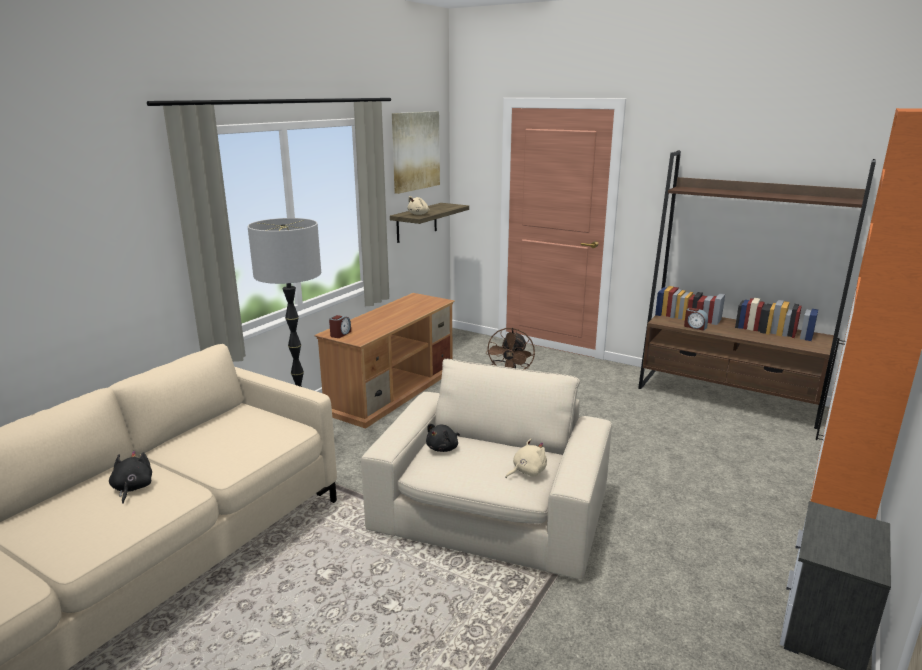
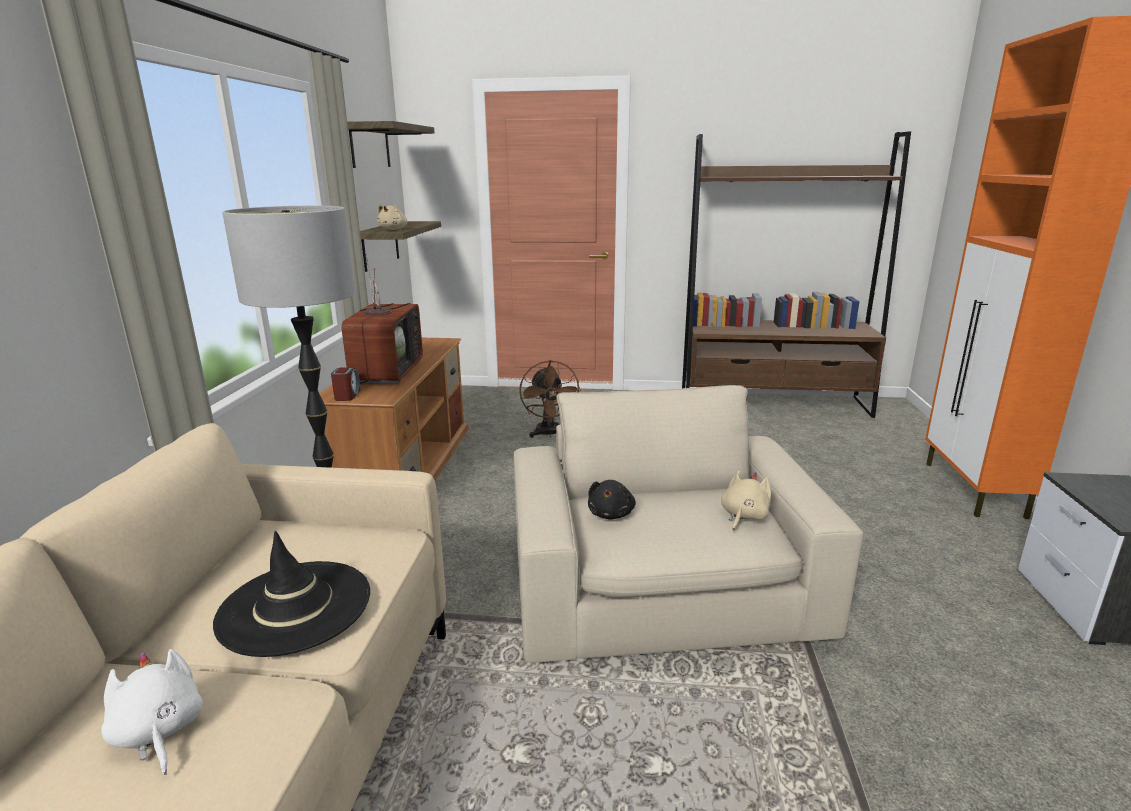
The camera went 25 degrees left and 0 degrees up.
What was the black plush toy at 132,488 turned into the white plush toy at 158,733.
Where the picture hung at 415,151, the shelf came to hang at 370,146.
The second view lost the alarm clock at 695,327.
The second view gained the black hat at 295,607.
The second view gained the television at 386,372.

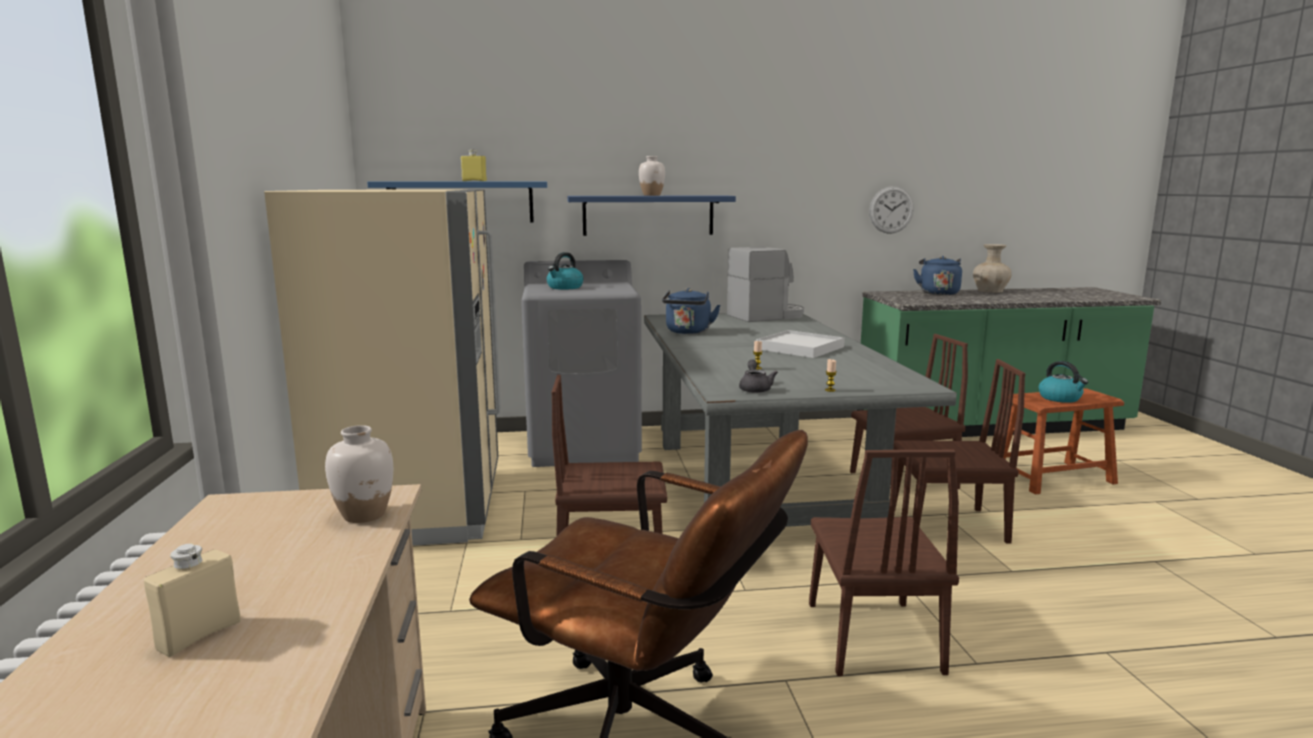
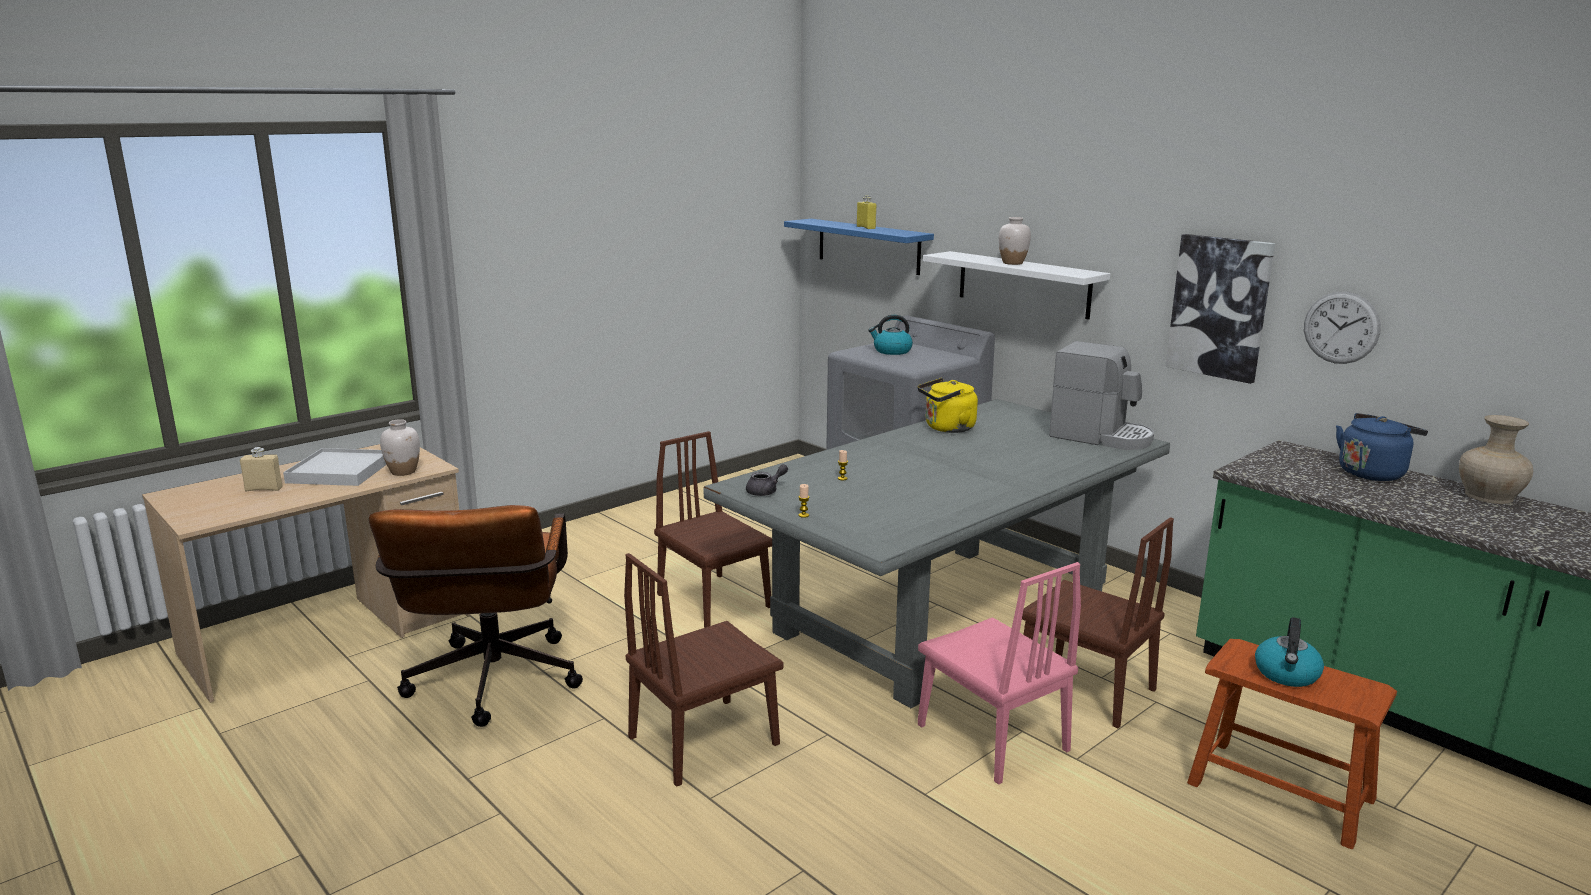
The camera went 55 degrees right and 5 degrees up.
The second view lost the beige fridge at 415,507.
What was the blue shelf at 648,215 turned into the white shelf at 1023,284.
What was the blue kettle at 688,332 turned into the yellow kettle at 947,428.
The white tray ended up elsewhere, having gone from 799,348 to 340,471.
What was the brown chair at 946,525 turned into the pink chair at 991,737.
The second view gained the picture at 1219,307.

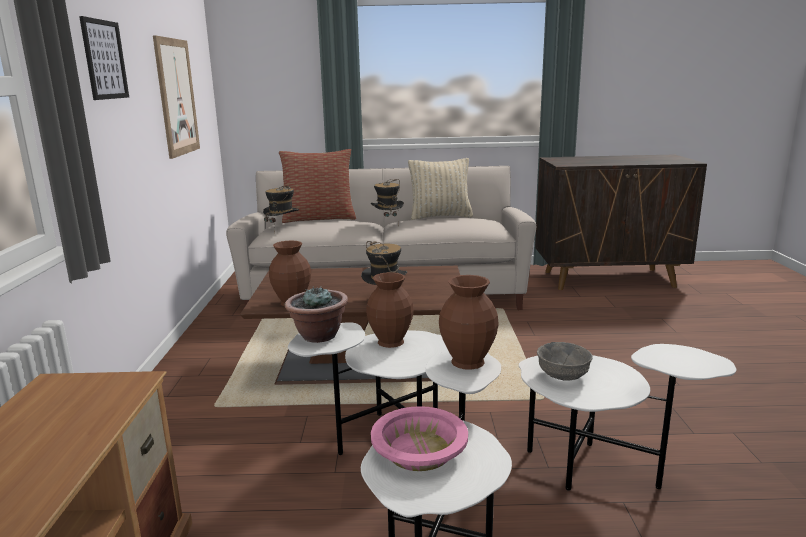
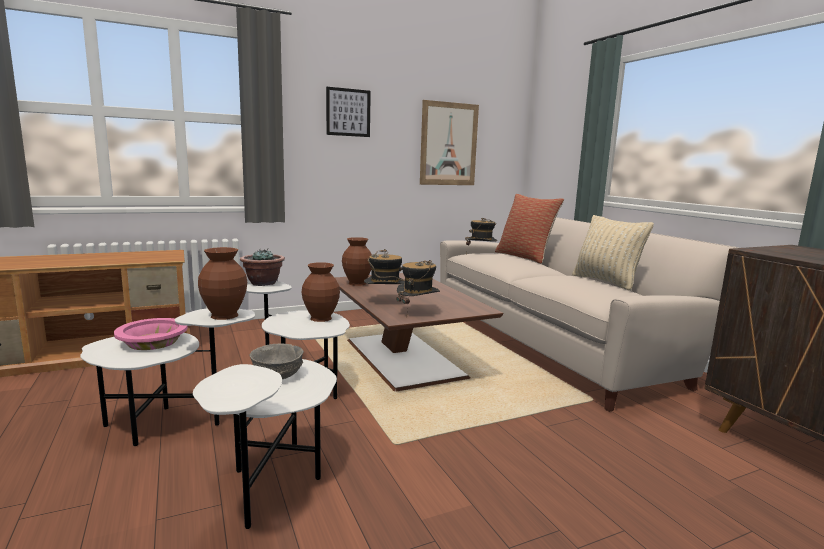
The camera went 65 degrees right and 5 degrees down.
The hat ended up elsewhere, having gone from 387,223 to 417,312.

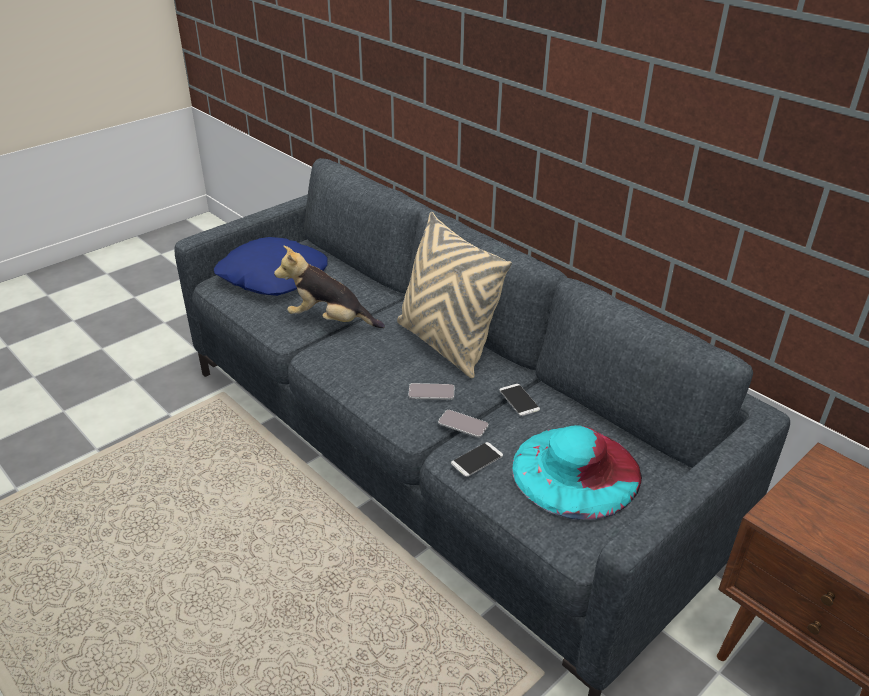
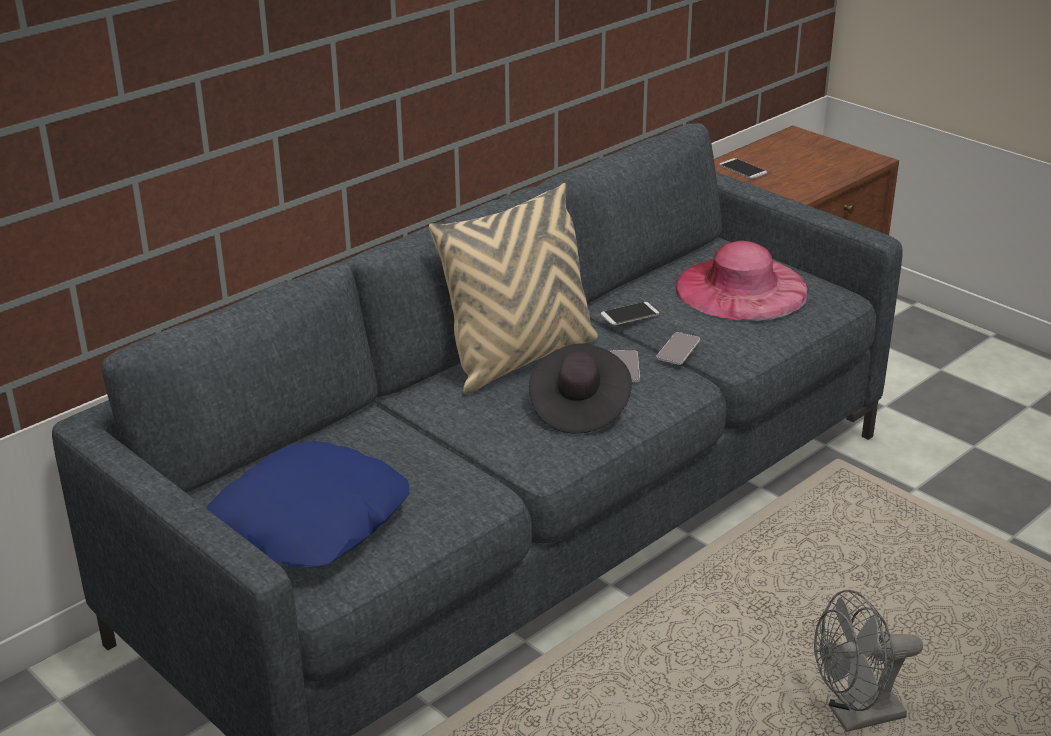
The camera went 90 degrees left and 5 degrees down.
The second view lost the plush toy at 330,321.
The phone ended up elsewhere, having gone from 477,460 to 743,169.
What was the turquoise hat at 576,470 turned into the pink hat at 741,288.
The second view gained the black hat at 578,408.
The second view gained the grey fan at 856,716.

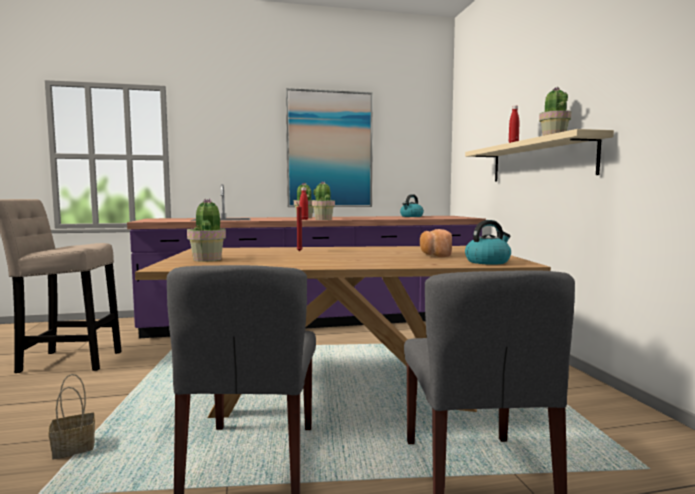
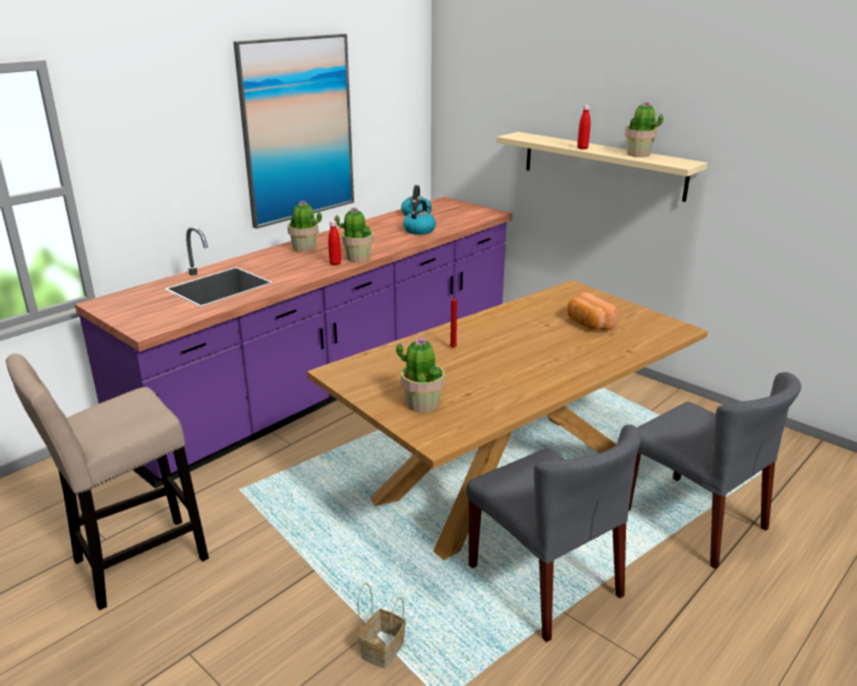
The camera went 35 degrees left and 20 degrees up.
The kettle ended up elsewhere, having gone from 488,262 to 419,230.

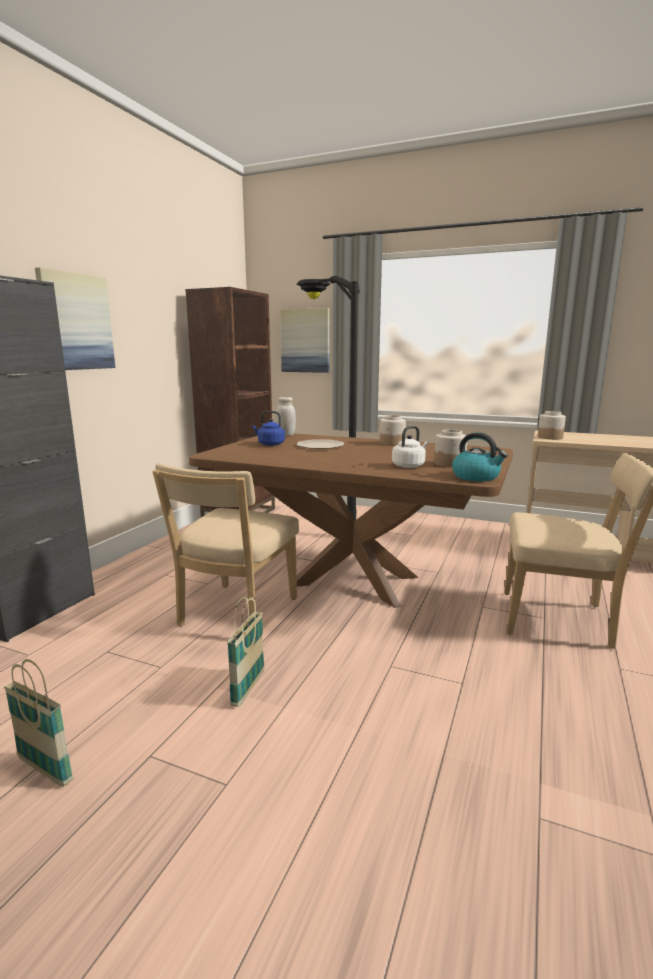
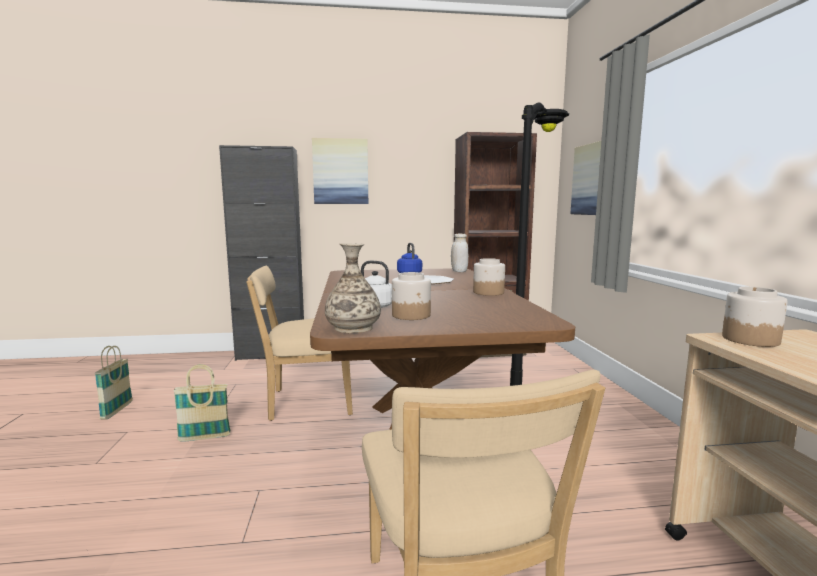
The camera went 60 degrees right and 5 degrees down.
Where the kettle stood at 476,477, the vase came to stand at 353,328.

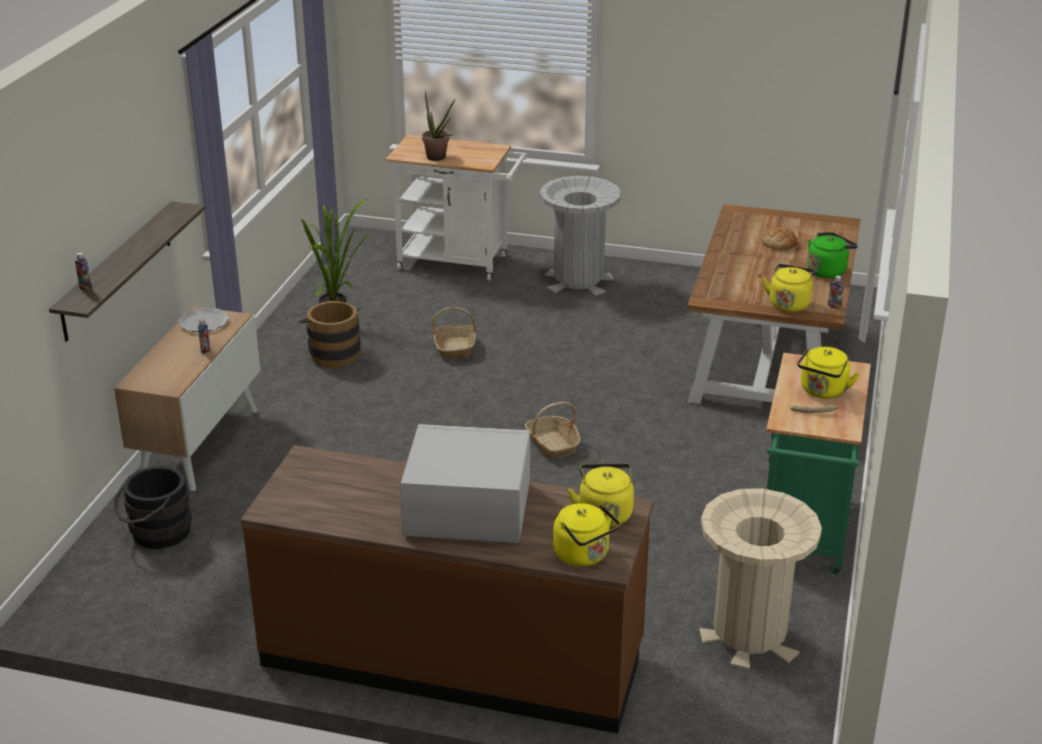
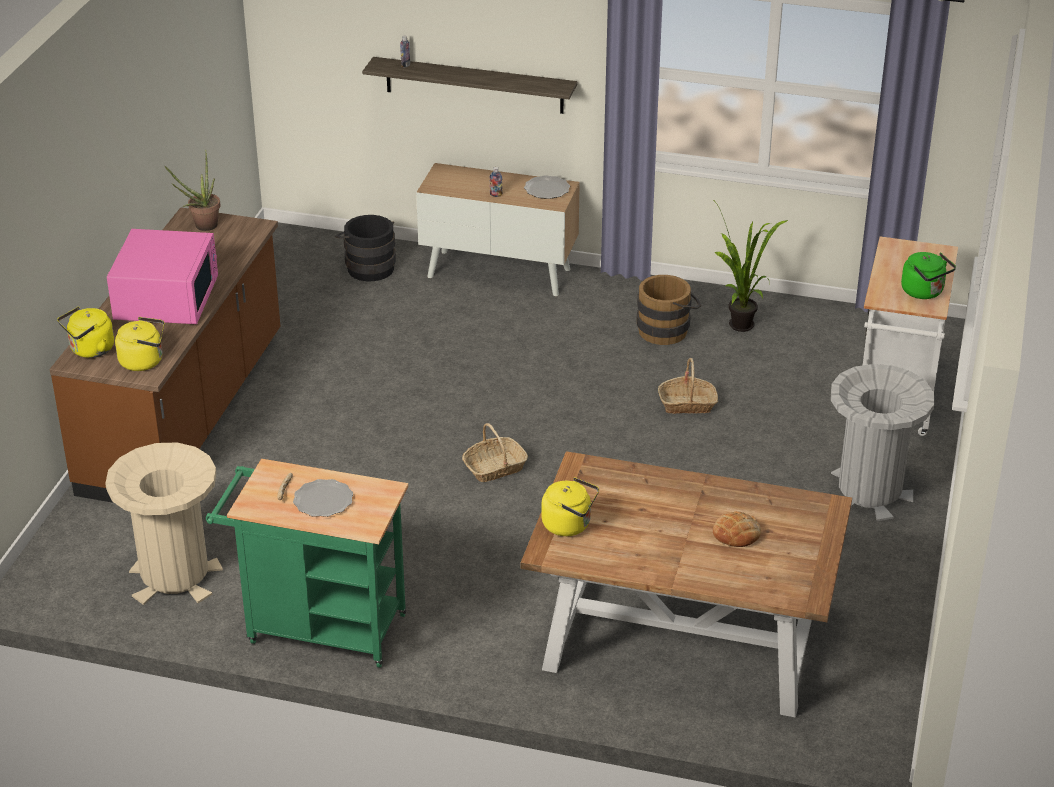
The camera went 90 degrees right and 5 degrees up.
What was the white microwave at 466,509 turned into the pink microwave at 167,298.
The potted plant ended up elsewhere, having gone from 439,158 to 202,227.
Where the yellow kettle stood at 822,391, the plate came to stand at 323,500.
The green kettle ended up elsewhere, having gone from 828,271 to 924,292.
The second view lost the bottle at 834,306.

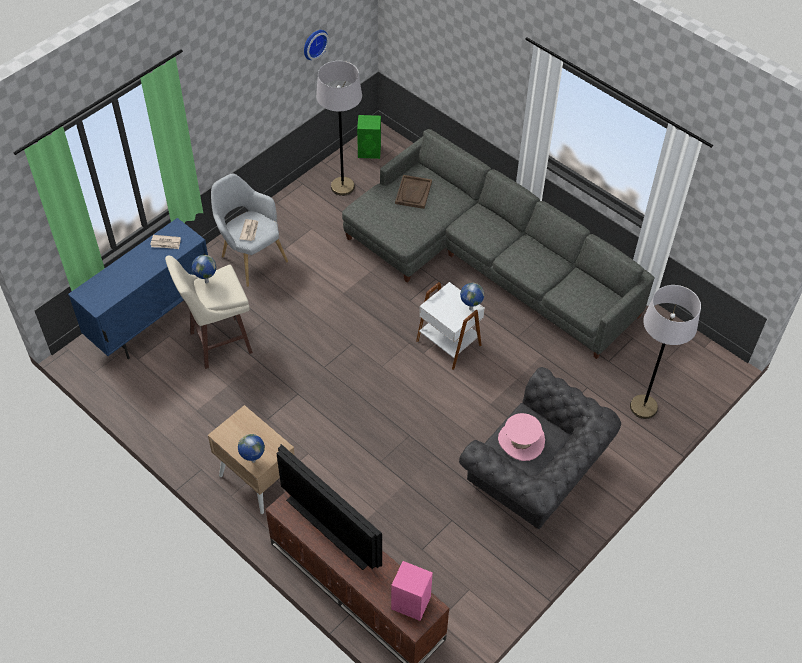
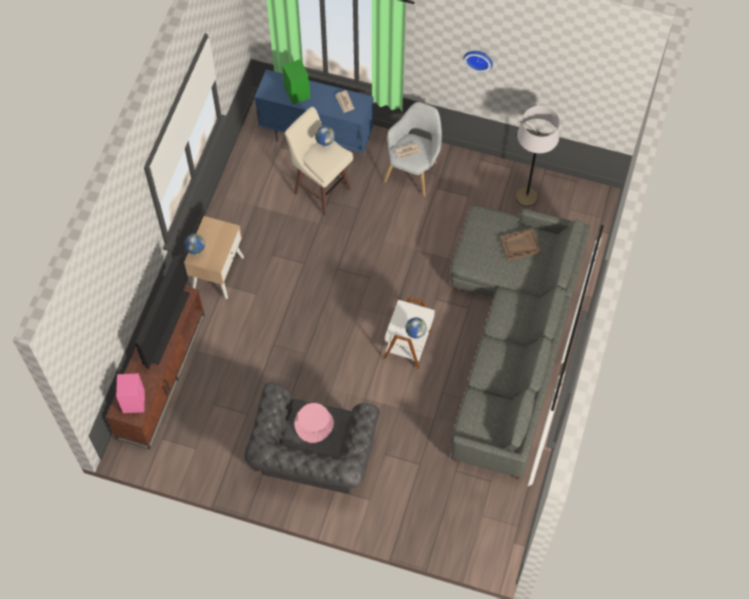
The camera went 65 degrees right and 10 degrees up.
The wall clock ended up elsewhere, having gone from 313,43 to 478,58.
The green speaker ended up elsewhere, having gone from 370,151 to 297,93.
The second view lost the grey floor lamp at 643,407.

